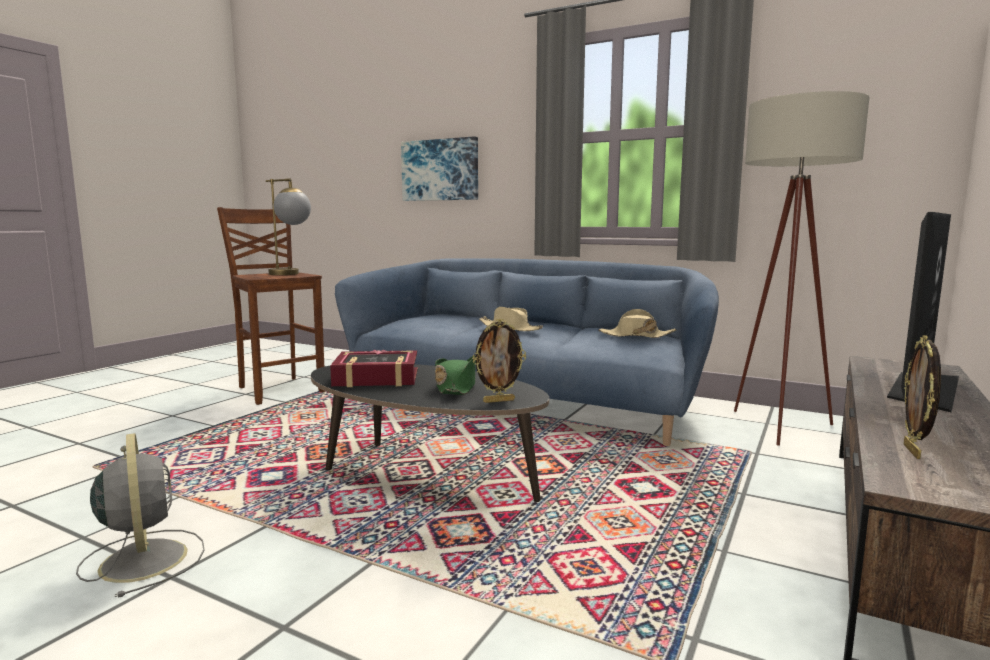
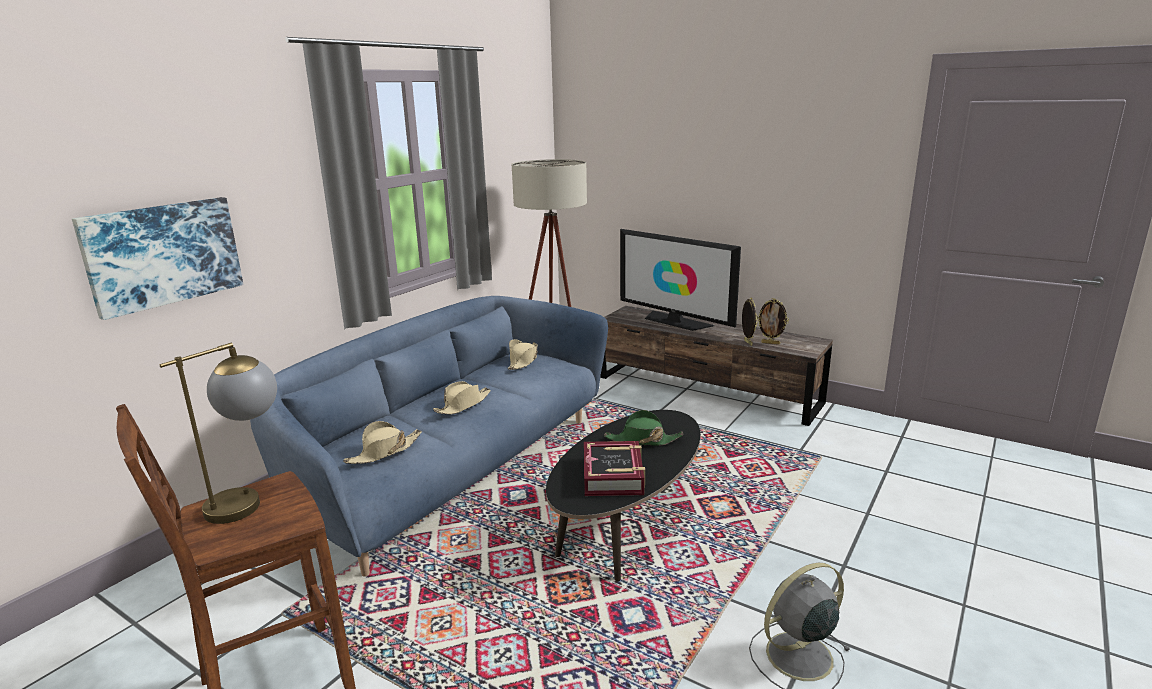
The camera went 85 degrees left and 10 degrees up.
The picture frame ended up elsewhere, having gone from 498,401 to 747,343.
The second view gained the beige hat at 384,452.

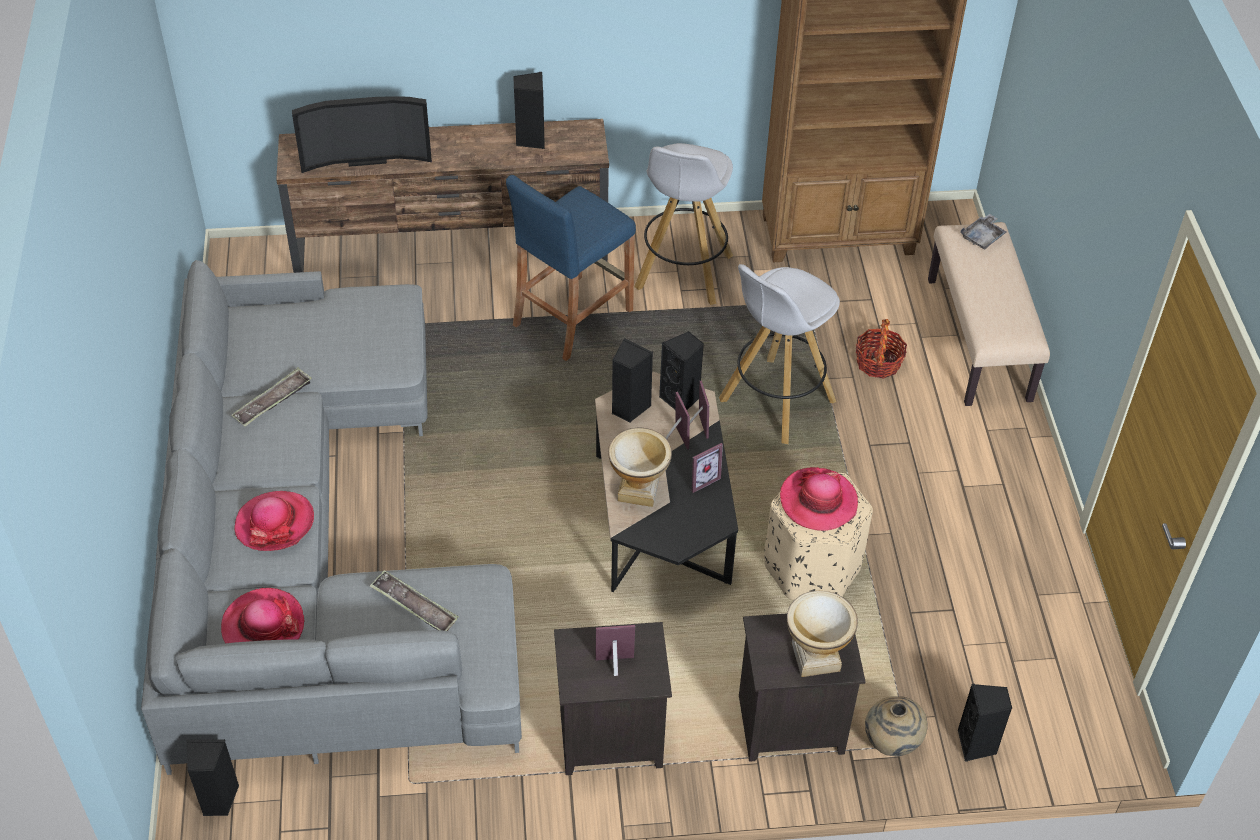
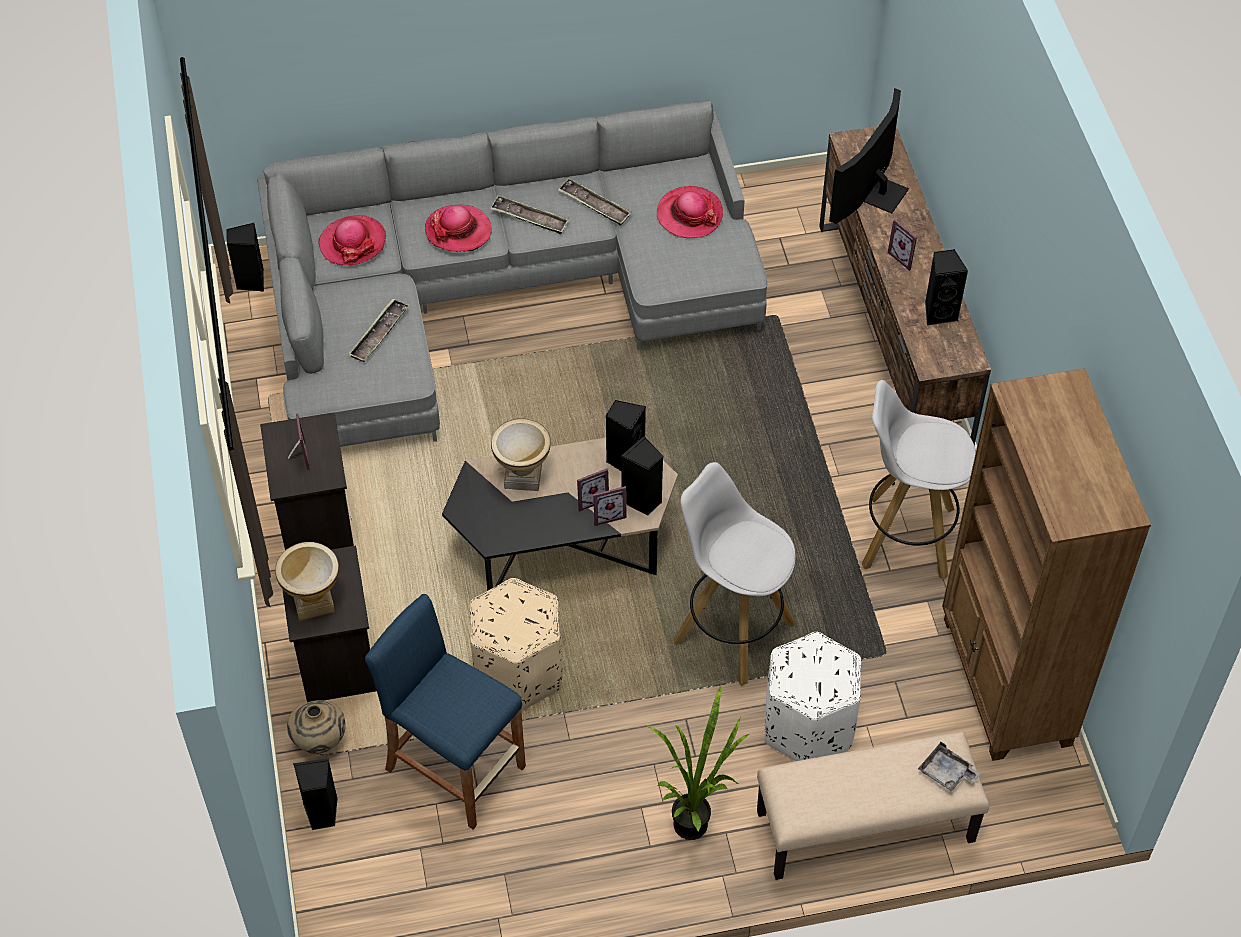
The camera went 85 degrees right and 5 degrees up.
The television at 366,157 ended up facing another way, 45 degrees clockwise from before.
The blue stool ended up elsewhere, having gone from 572,317 to 455,768.
The picture frame ended up elsewhere, having gone from 701,479 to 904,257.
The hat ended up elsewhere, having gone from 818,501 to 689,215.
Where the basket stood at 878,363, the white ottoman came to stand at 807,725.
The second view gained the tray at 530,218.
The second view gained the potted plant at 697,821.

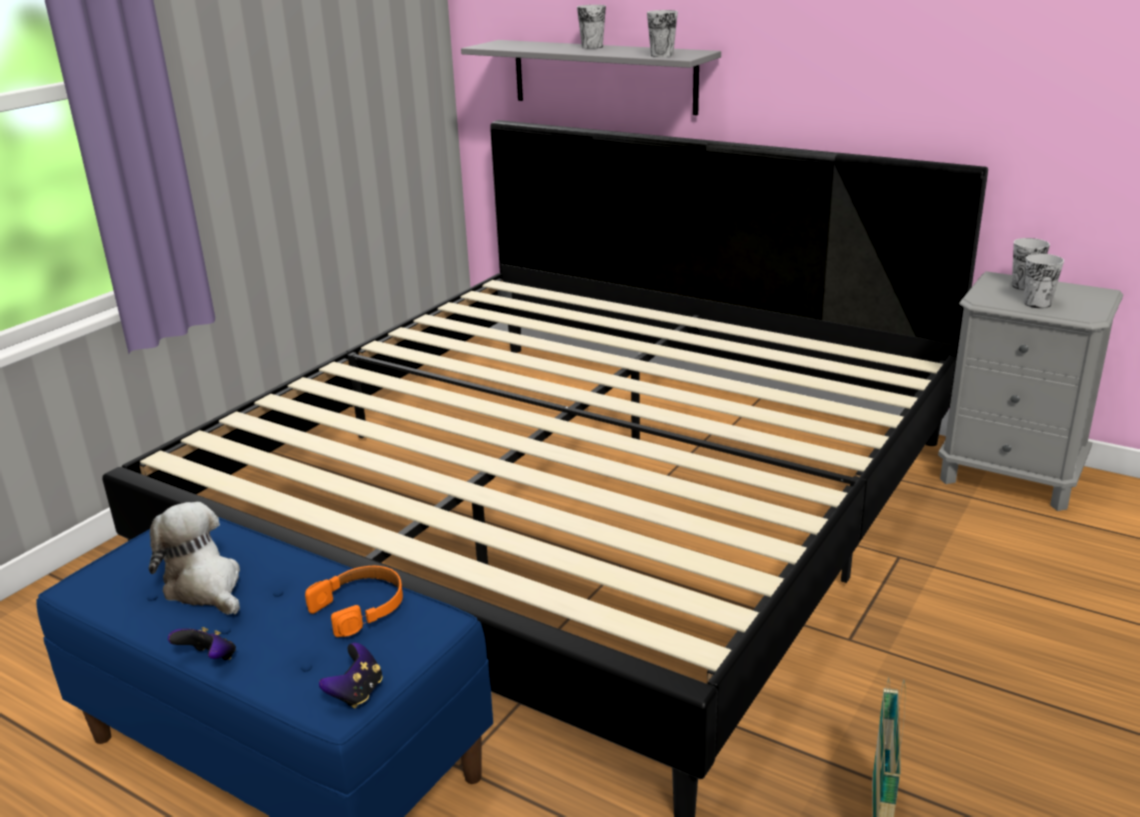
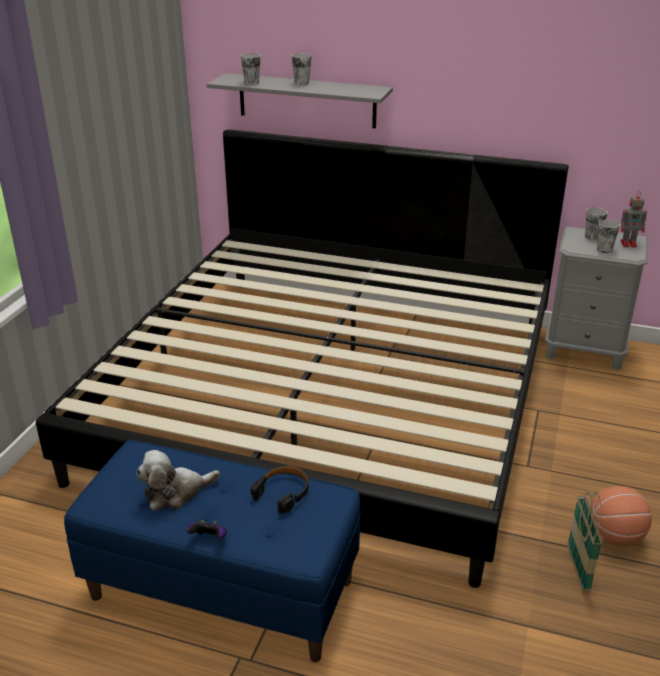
The camera went 15 degrees left and 5 degrees up.
The plush toy at 205,587 ended up facing another way, 60 degrees counterclockwise from before.
What was the orange headphones at 360,607 turned into the black headphones at 283,493.
The second view lost the game controller at 356,693.
The cup ended up elsewhere, having gone from 662,55 to 251,83.
The second view gained the basketball at 615,536.
The second view gained the toy robot at 629,244.

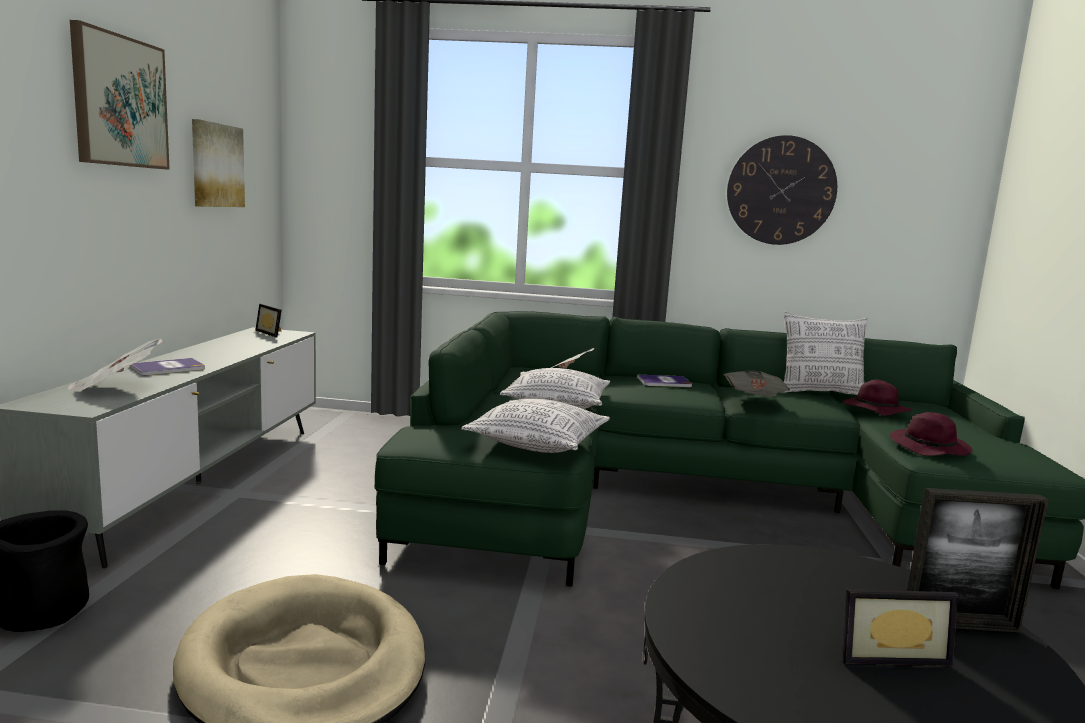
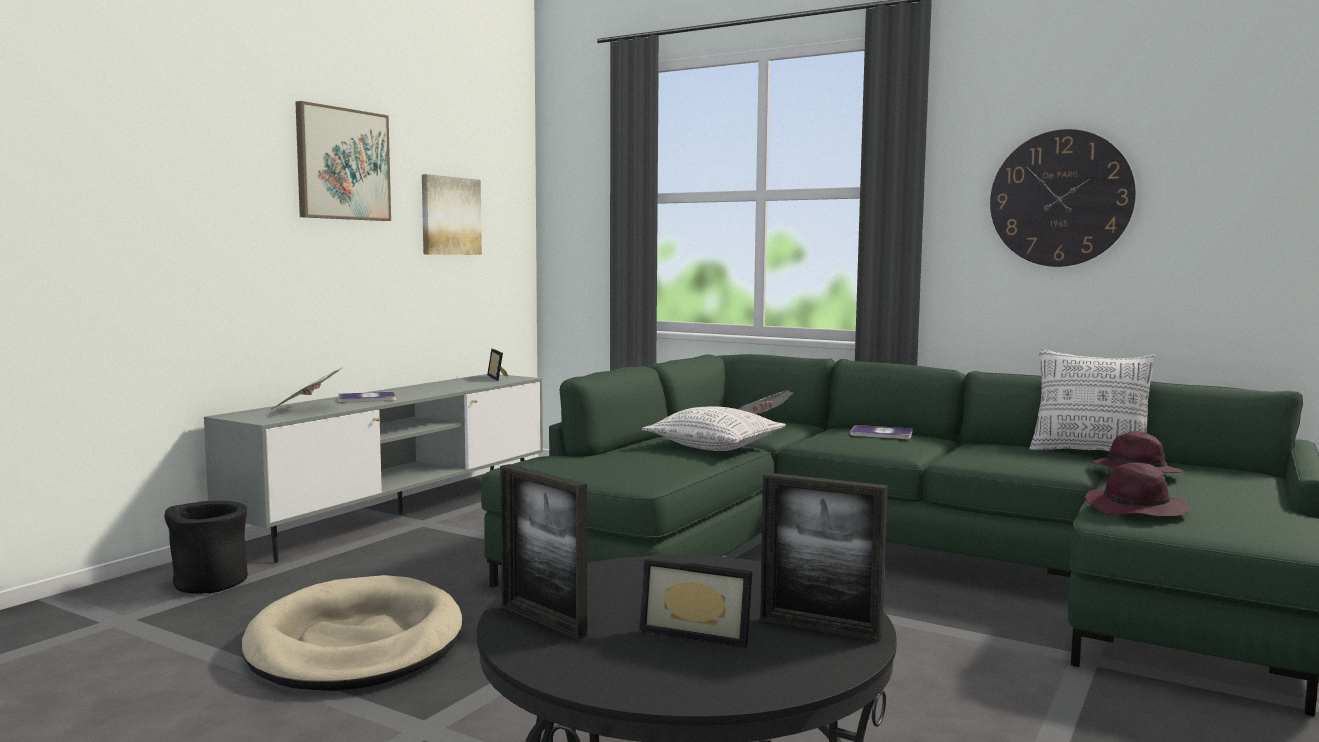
The camera went 25 degrees right and 5 degrees down.
The second view lost the pillow at 538,443.
The second view lost the newspaper at 755,401.
The second view gained the picture frame at 543,621.

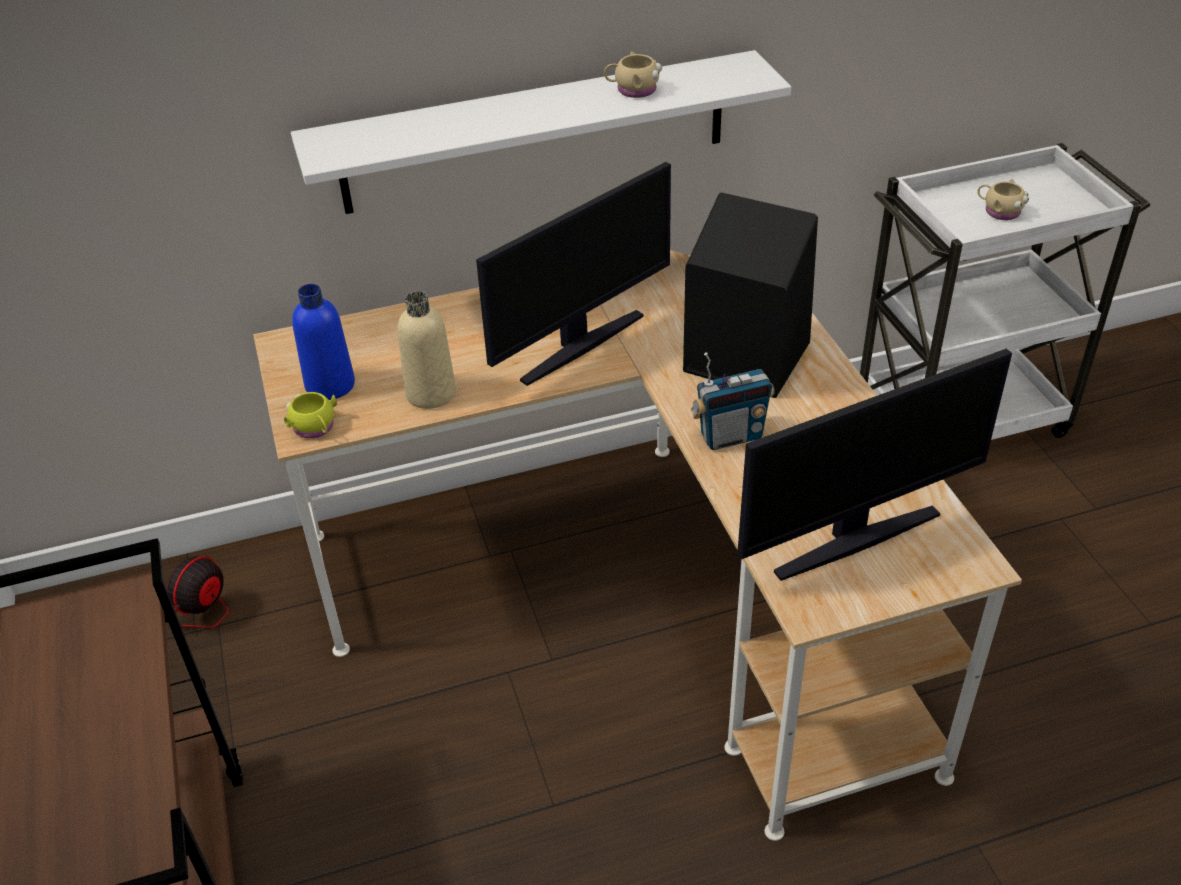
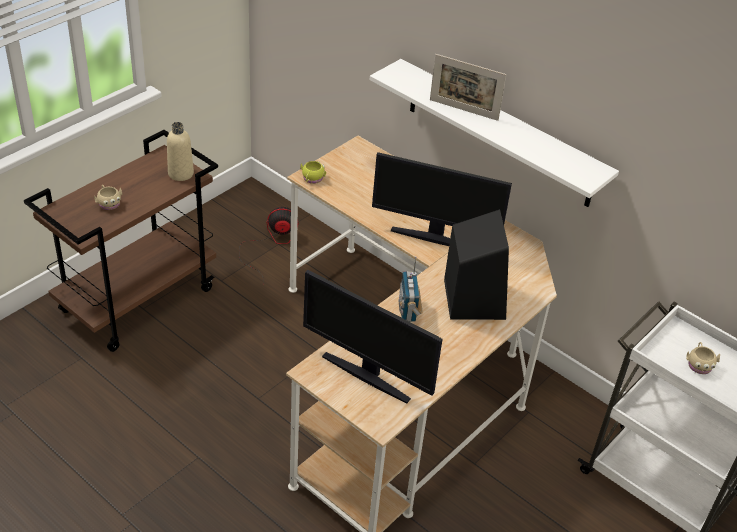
The camera went 55 degrees right and 0 degrees up.
The second view lost the blue bottle at 330,385.
The beige bottle ended up elsewhere, having gone from 431,393 to 181,173.
The beige mug ended up elsewhere, having gone from 633,90 to 109,203.
The radio at 730,436 ended up facing another way, 45 degrees clockwise from before.
The second view gained the picture frame at 463,110.

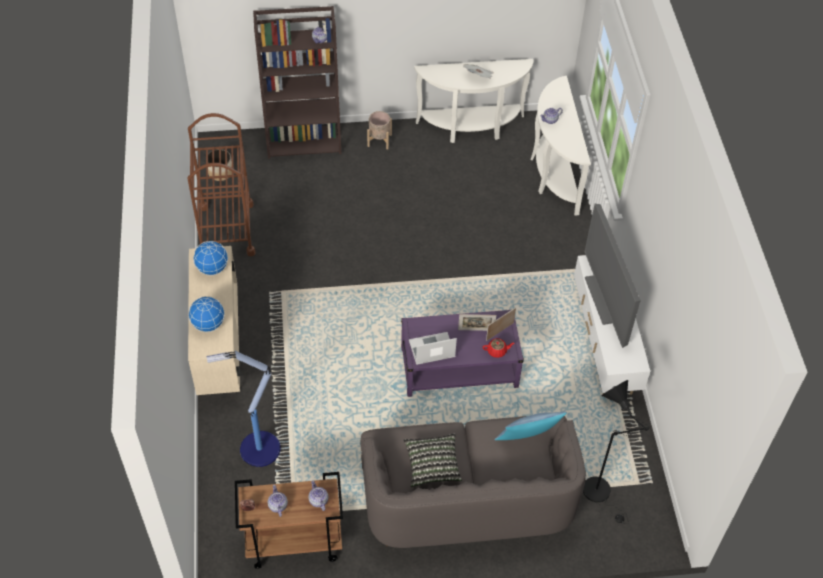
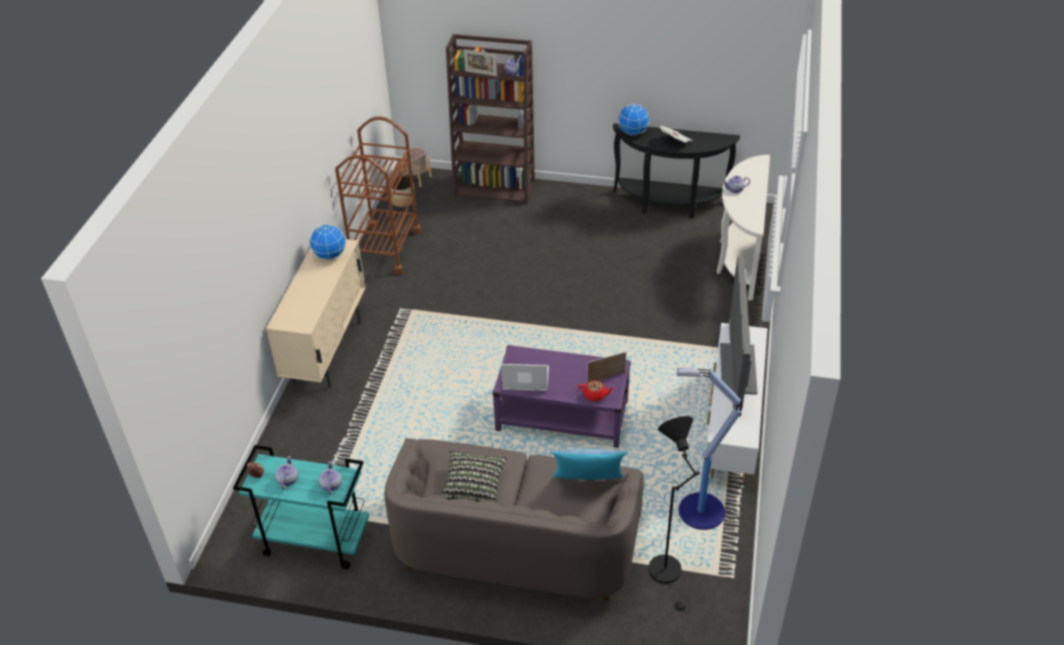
The camera went 20 degrees right and 10 degrees down.
The globe ended up elsewhere, having gone from 208,324 to 633,133.
The floor lamp ended up elsewhere, having gone from 258,449 to 699,511.
What was the brown cart at 293,543 turned into the turquoise cart at 313,541.
The beige planter ended up elsewhere, having gone from 379,140 to 417,179.
What was the white console table at 471,128 turned into the black console table at 669,205.
The picture frame ended up elsewhere, having gone from 476,330 to 481,73.

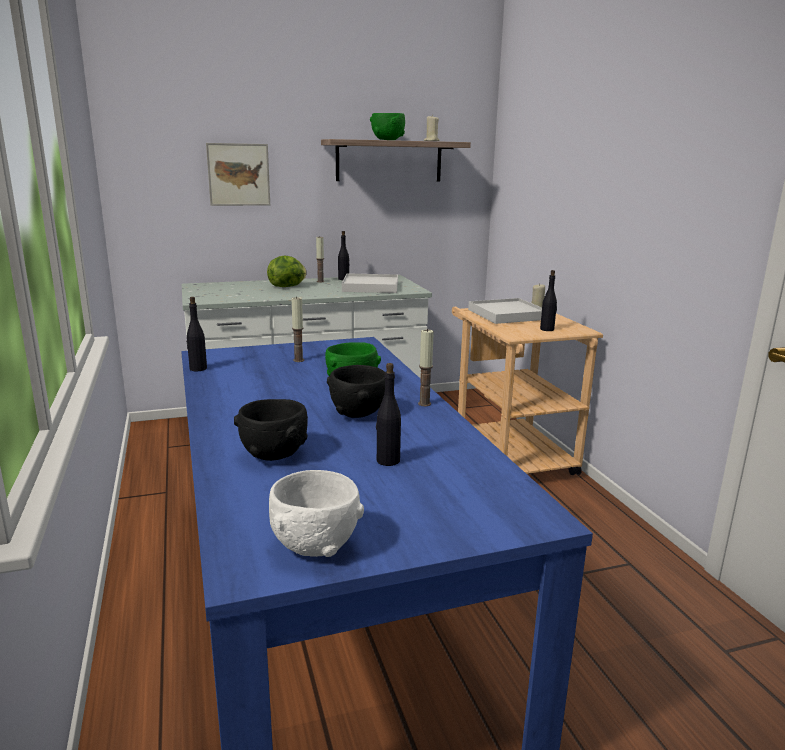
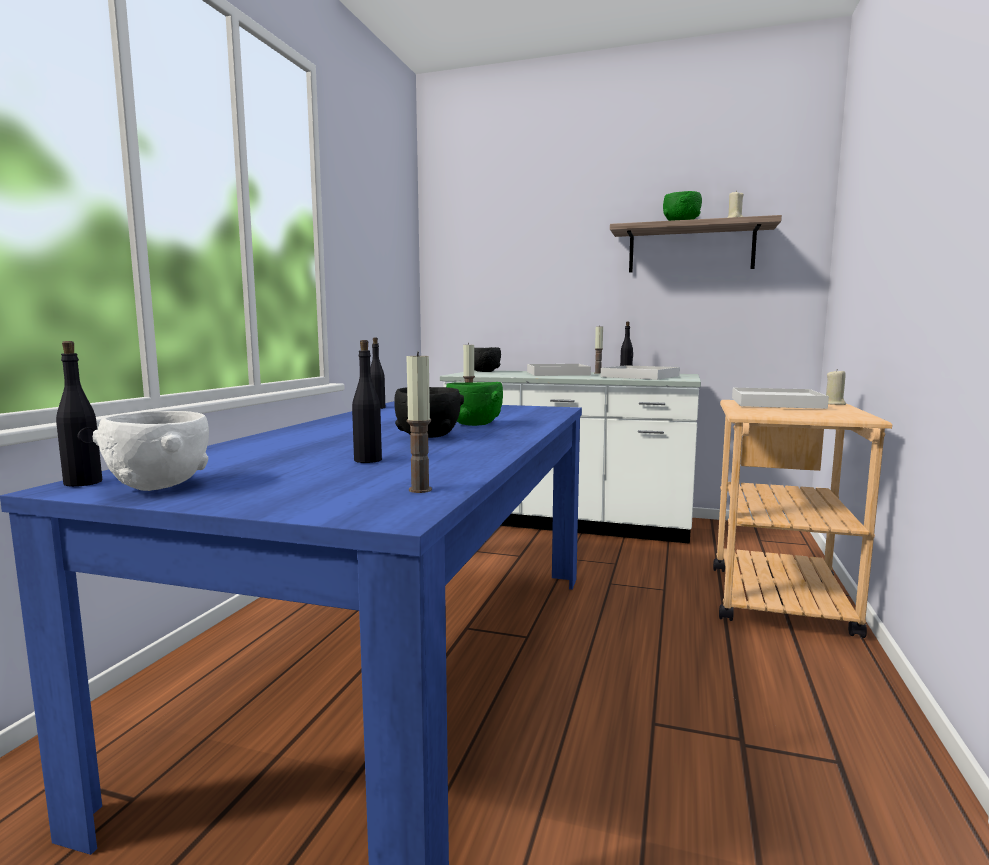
The camera went 35 degrees right and 10 degrees down.
The second view lost the picture at 238,174.
The black bowl ended up elsewhere, having gone from 274,455 to 484,371.
Where the lettuce stood at 287,286, the white tray came to stand at 557,373.
The candle ended up elsewhere, having gone from 424,403 to 420,490.
The black bottle ended up elsewhere, having gone from 547,329 to 83,483.

